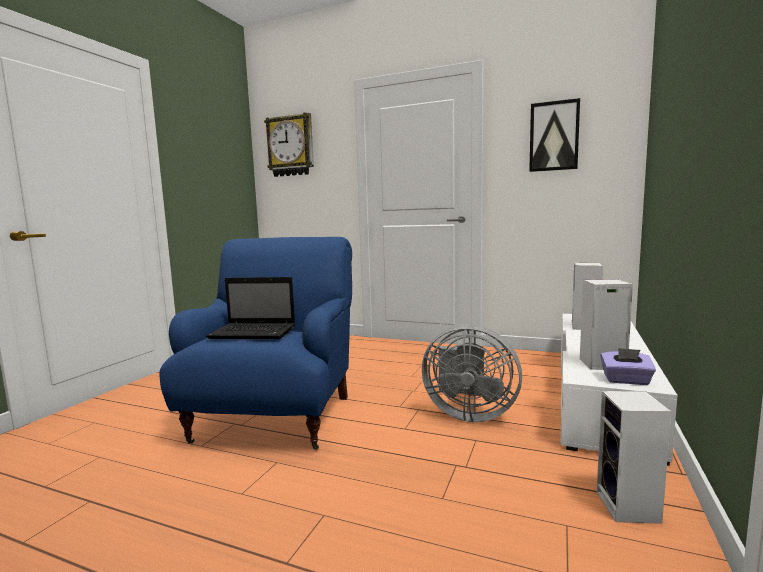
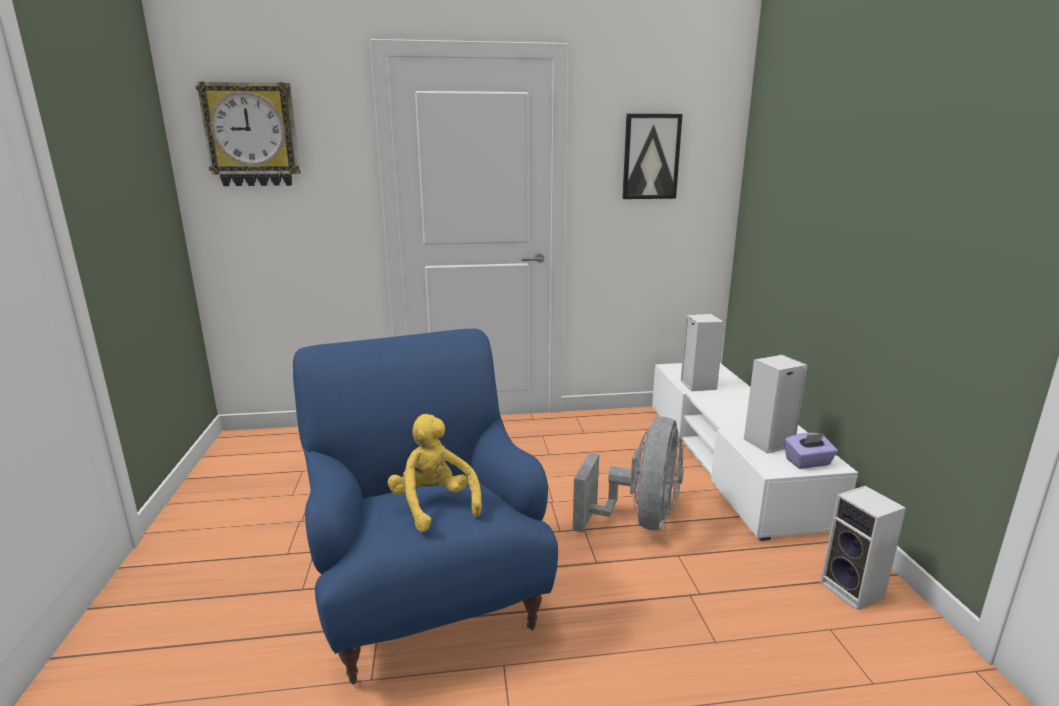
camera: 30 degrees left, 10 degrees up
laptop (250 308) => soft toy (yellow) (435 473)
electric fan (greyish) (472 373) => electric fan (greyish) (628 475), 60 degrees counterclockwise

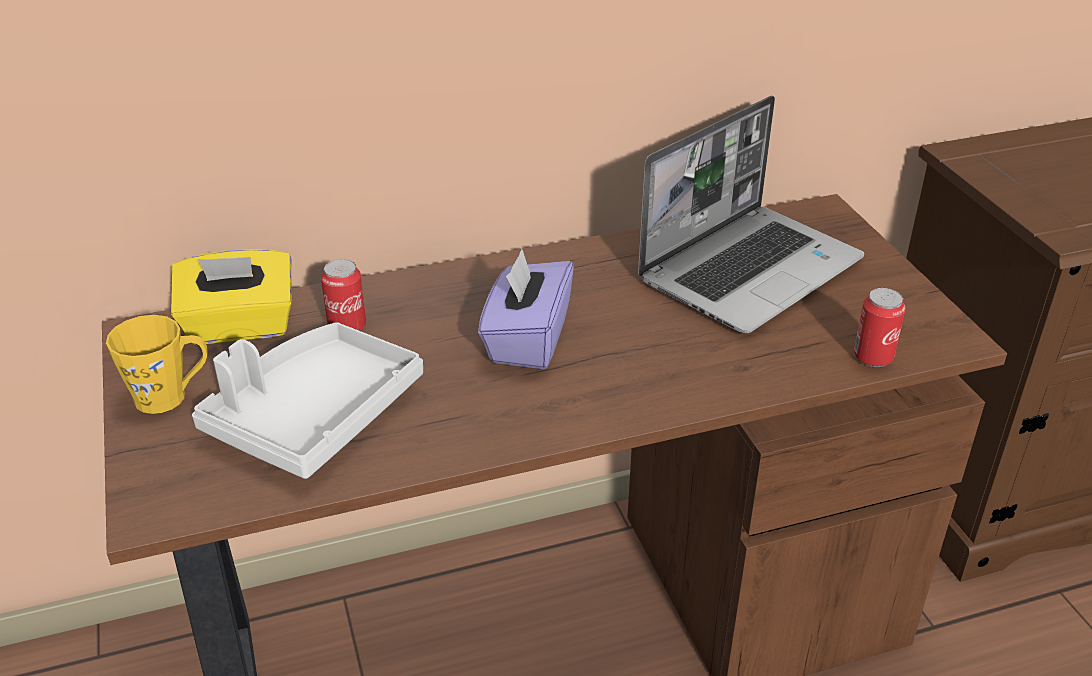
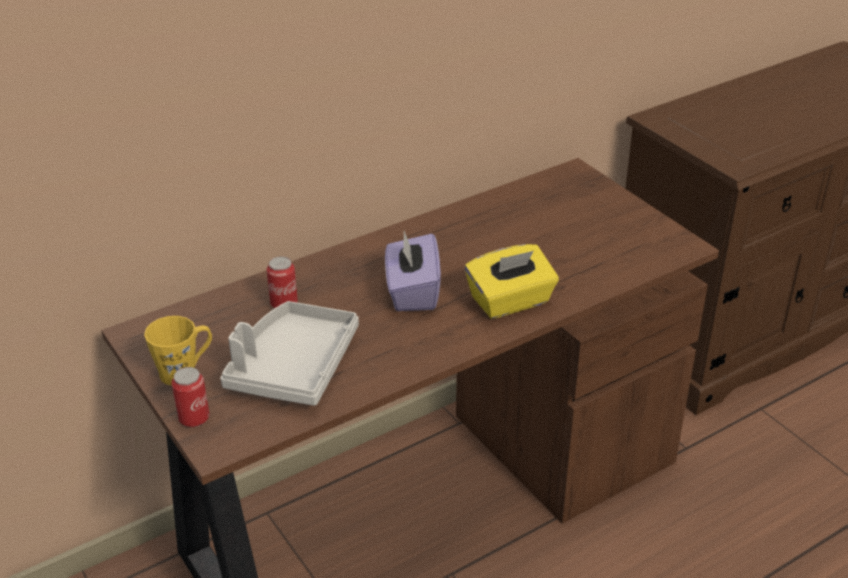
camera: 15 degrees left, 0 degrees up
laptop (751 214) => nothing
tissue holder (yellow) (231 296) => tissue holder (yellow) (512 281), move
can (880 327) => can (190 397), move

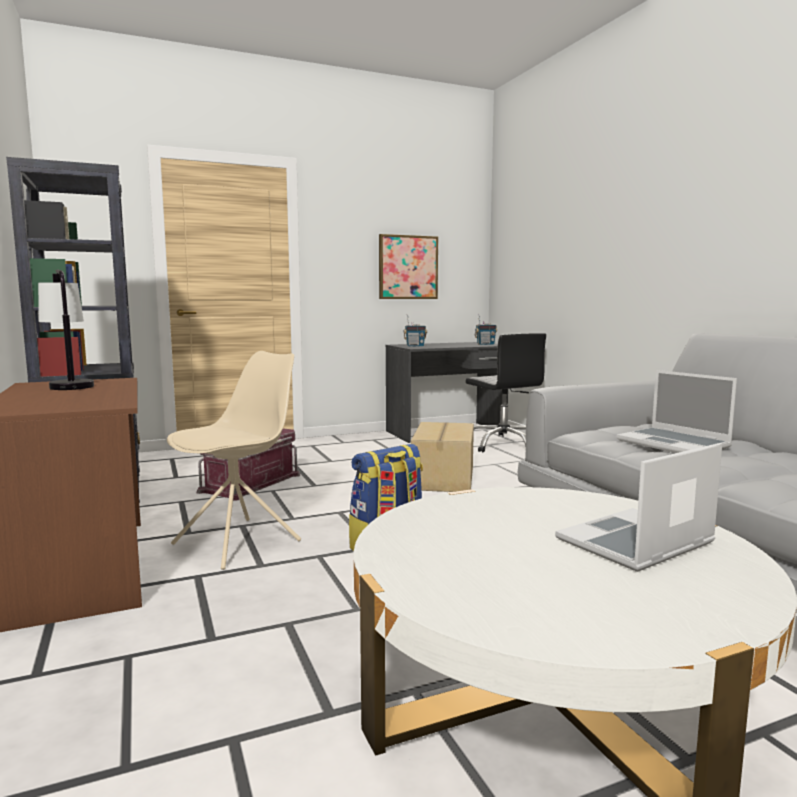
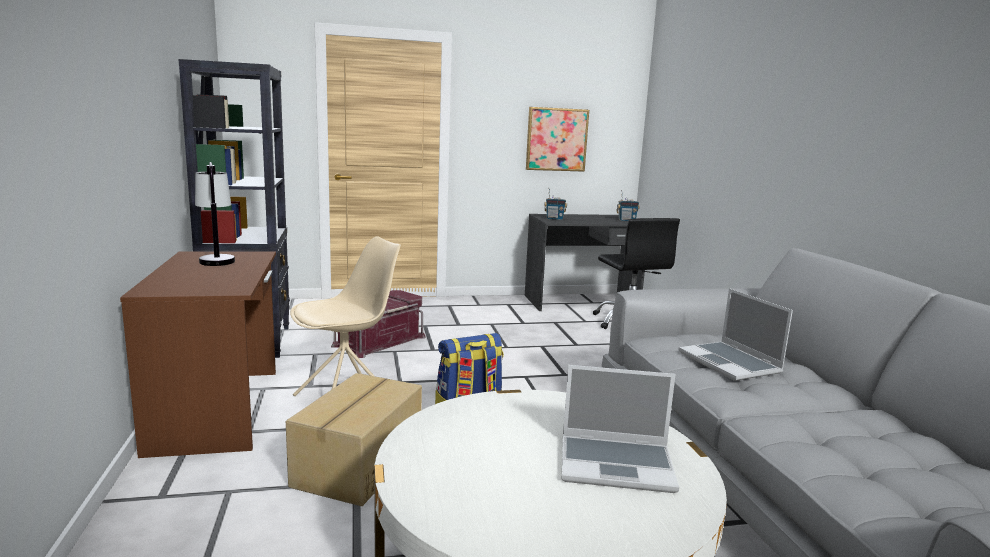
camera: 10 degrees right, 5 degrees up
cardboard box (442 457) => cardboard box (354 439), move
laptop (638 507) => laptop (620 429), 150 degrees counterclockwise

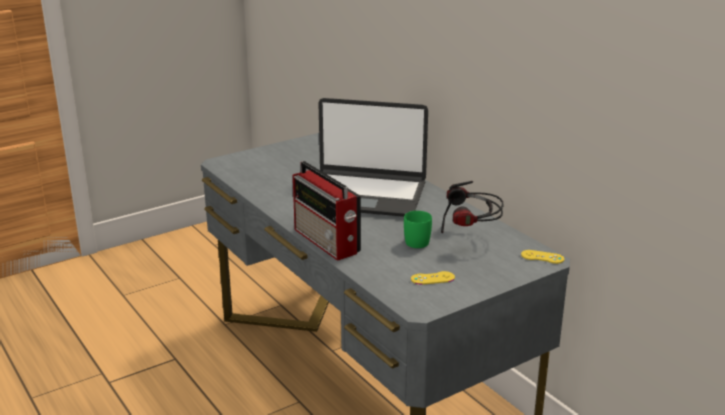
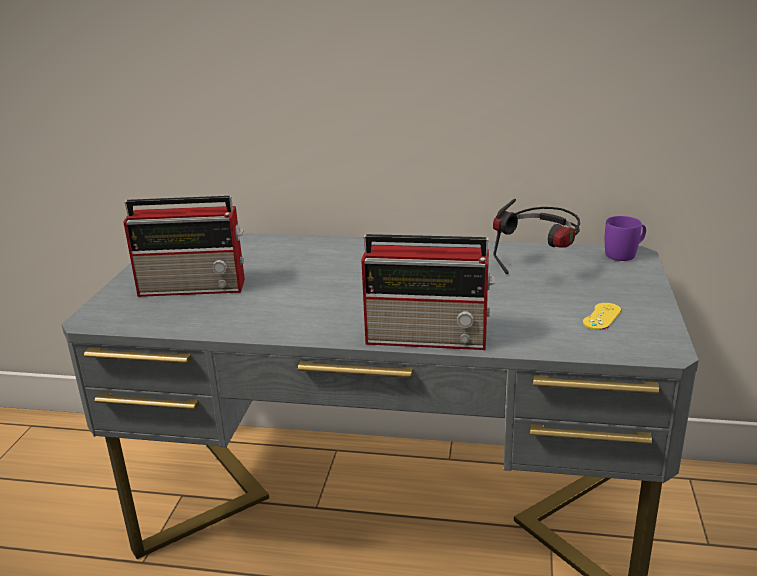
camera: 45 degrees left, 0 degrees up
laptop (373 157) => nothing
coffee mug (green) (418 229) => nothing
nothing => radio receiver (184 246)
joypad (yellow) (542 257) => coffee mug (purple) (625 238)

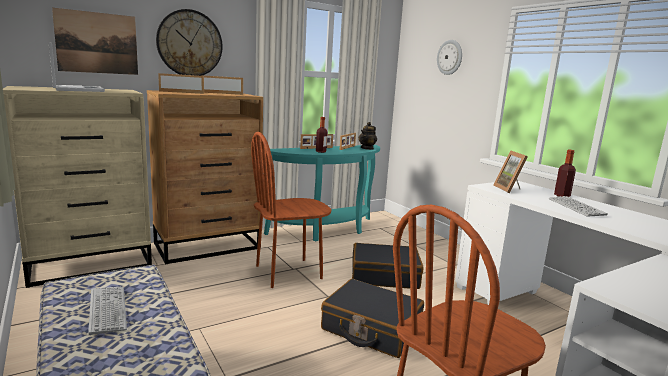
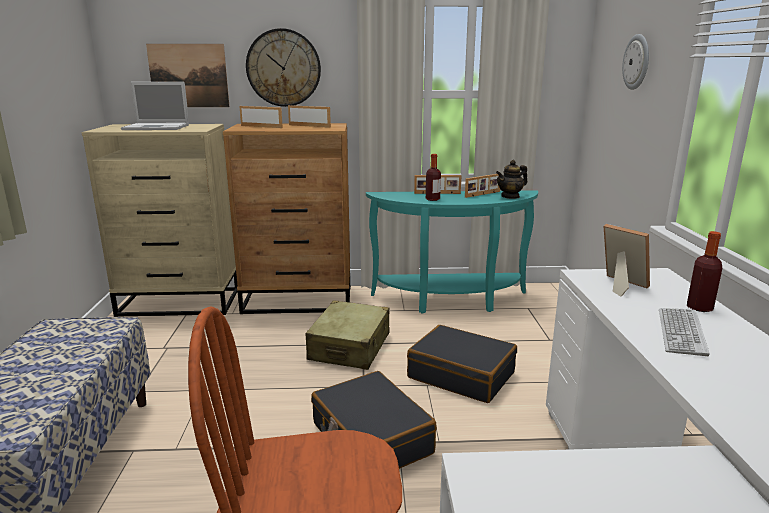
camera: 30 degrees right, 5 degrees up
computer keyboard (107 311) => nothing
chair (brown-coloured) (291 210) => travel case (beige-coloured) (348 335)
laptop (77 67) => laptop (155 106), 90 degrees clockwise
photo frame (511 171) => photo frame (627 260), 120 degrees clockwise

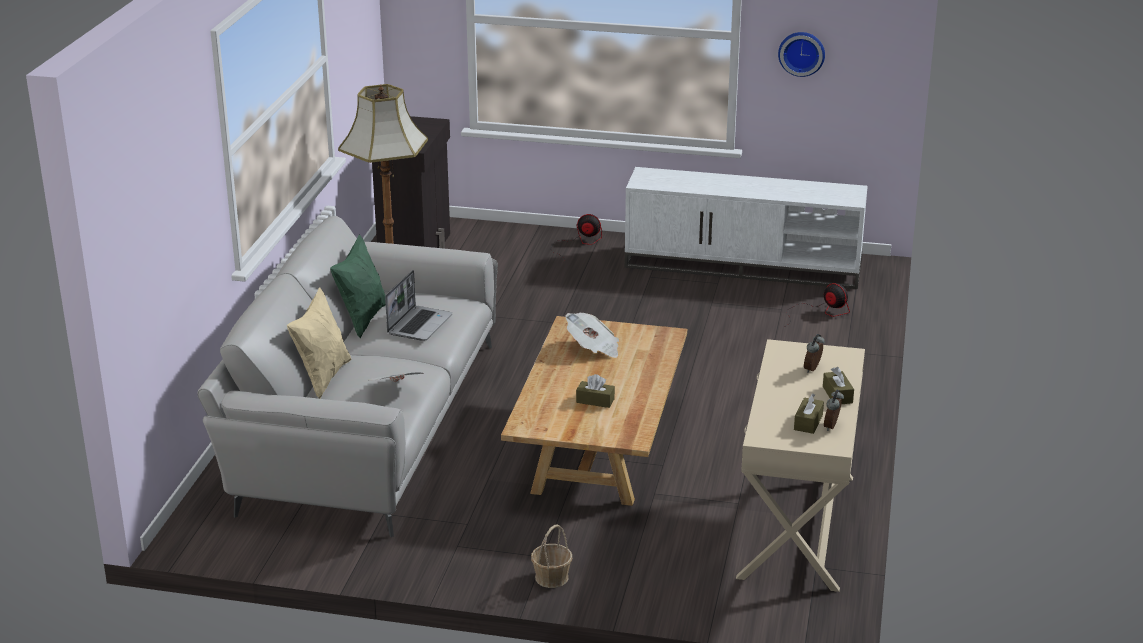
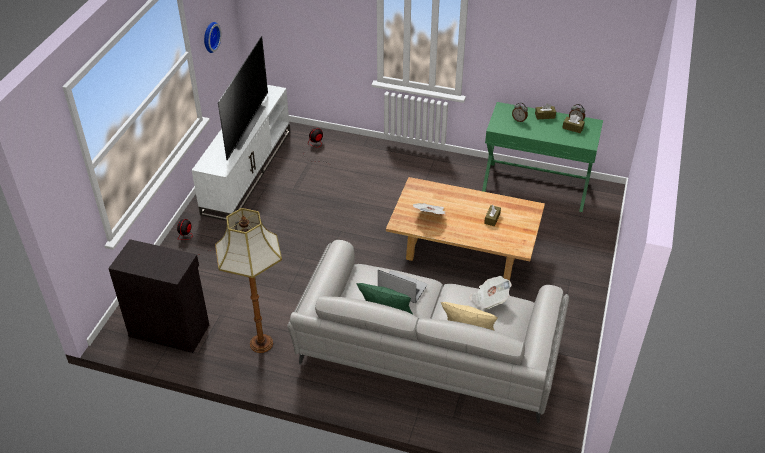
camera: 85 degrees left, 15 degrees up
basket (551 556) => nothing
nothing => television (243 98)
narrow table (beige-coloured) (800 465) => narrow table (green) (542 157)

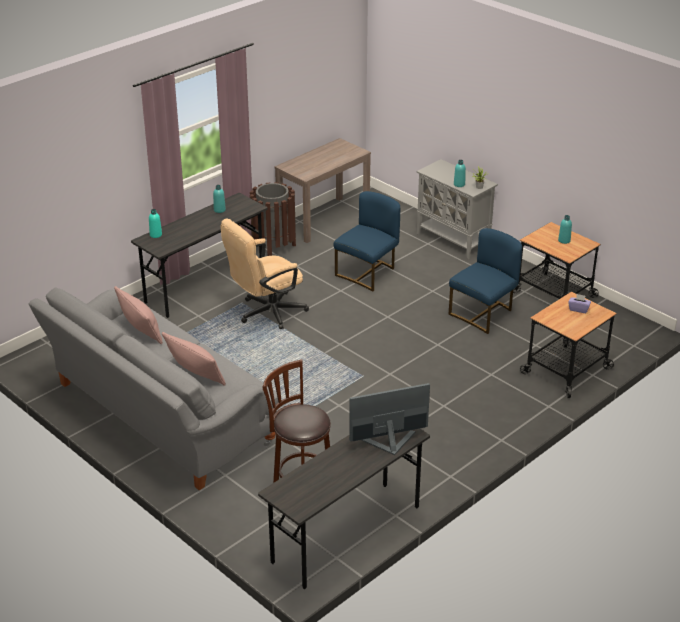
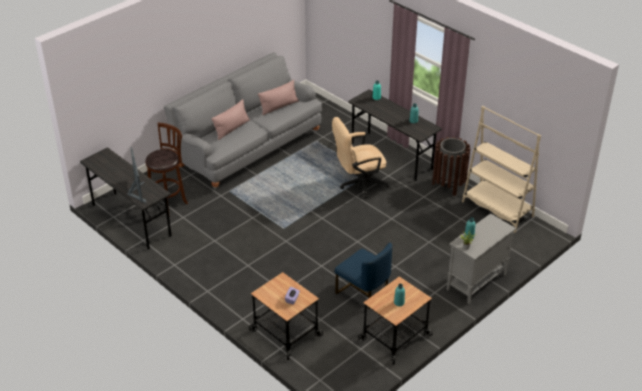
camera: 90 degrees right, 5 degrees up
chair (blue) (367 241) => nothing
narrow table (brown-coloured) (323 190) => shelving unit (beige-coloured) (501 169)
computer chair (beige-coloured) (265 274) => computer chair (beige-coloured) (361 157), 75 degrees counterclockwise

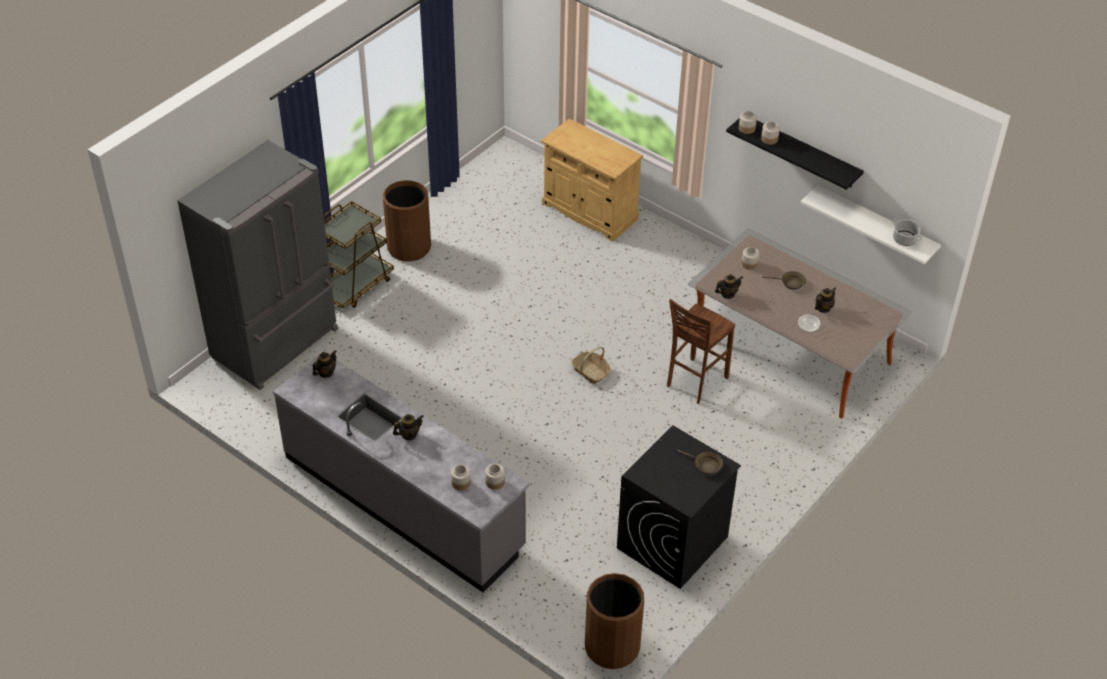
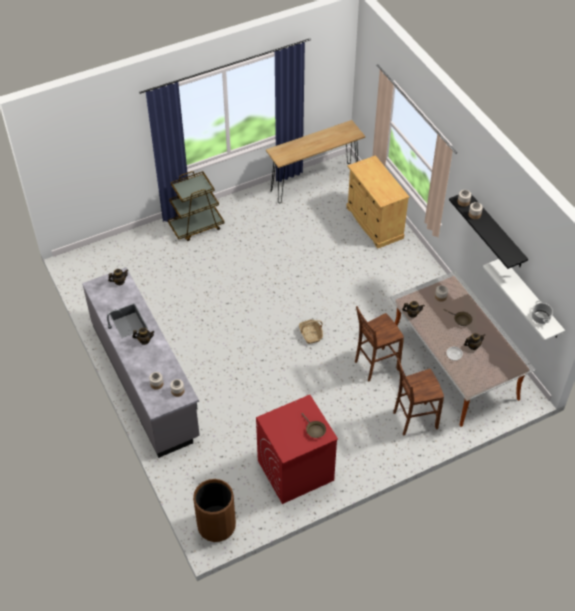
camera: 25 degrees right, 5 degrees up
refrigerator (greyish) (257 265) => nothing
rubbish bin (brown-coloured) (407 220) => nothing
nothing => narrow table (brown-coloured) (315 162)
nothing => sitting stool (brown-coloured) (418 397)
laundry appliance (black-coloured) (679 507) => laundry appliance (red-coloured) (297 449)

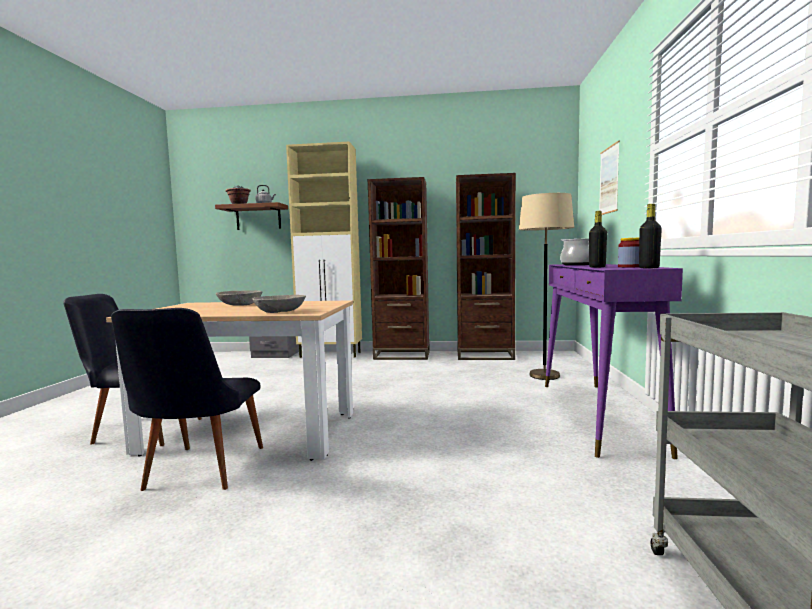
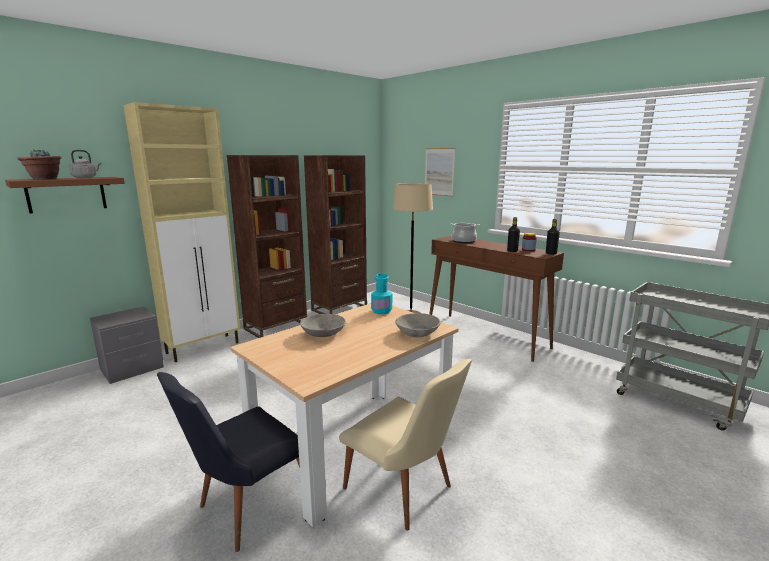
camera: 50 degrees left, 10 degrees up
nothing => beverage bottle (turquoise) (381 294)
chair (black-coloured) (187 399) => chair (beige-coloured) (405 445)
narrow table (purple) (614 361) => narrow table (brown-coloured) (496 299)

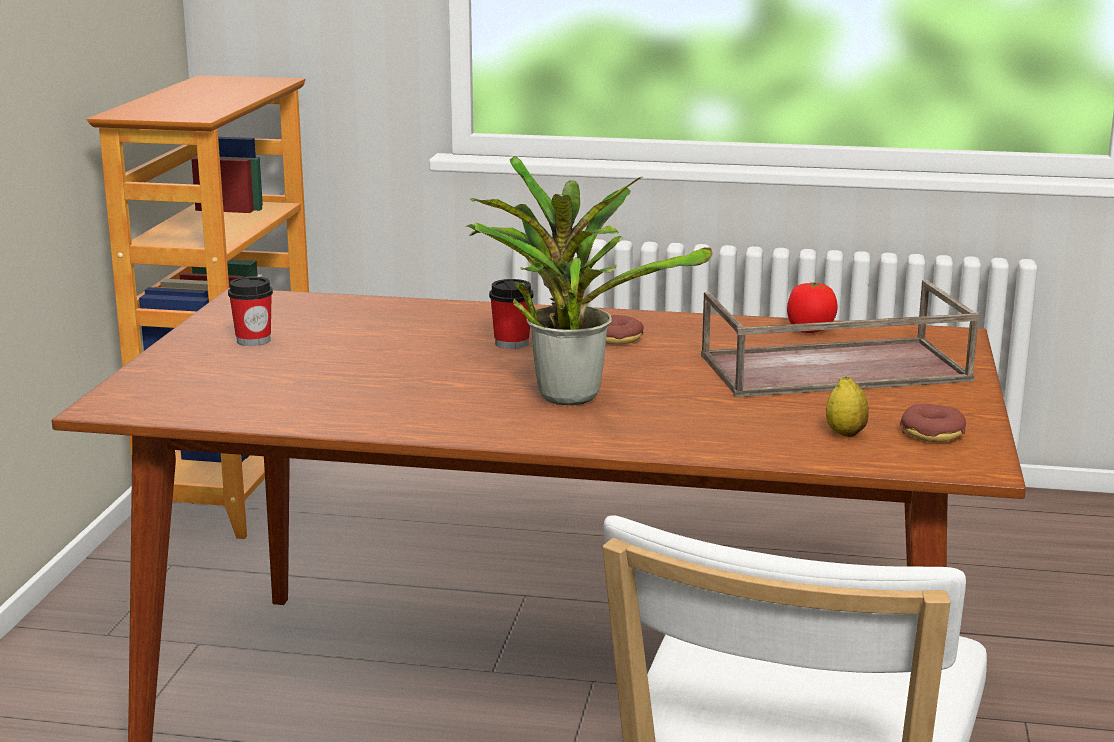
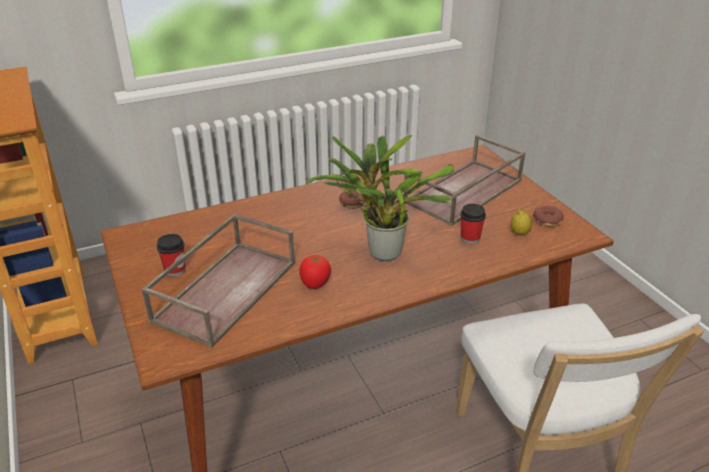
camera: 35 degrees left, 15 degrees up
nothing => tray (brown-coloured) (218 281)
small cup (511 314) => small cup (473 224), move
whole tomato (812 307) => whole tomato (315 272), move

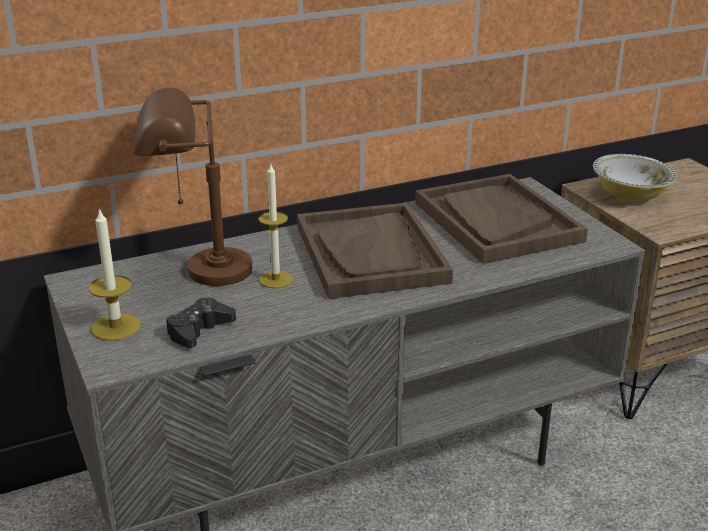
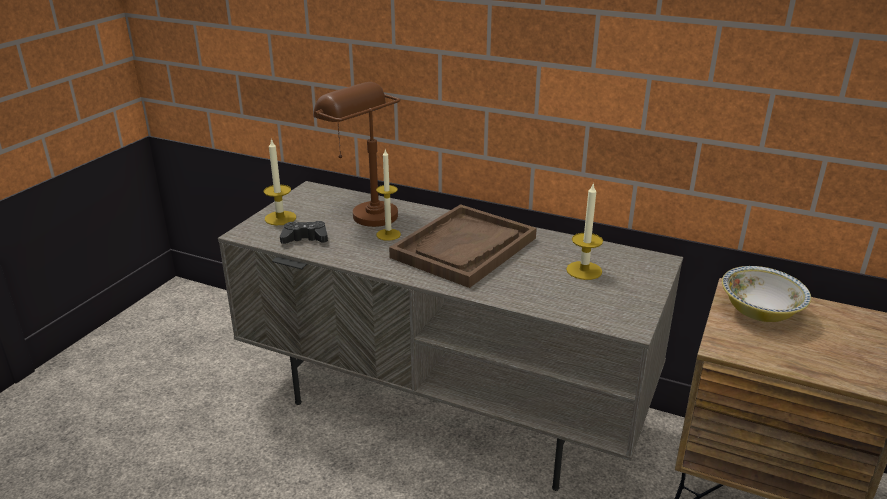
camera: 50 degrees right, 0 degrees up
tray (brown-coloured) (501 219) => wax candle (584 231)

